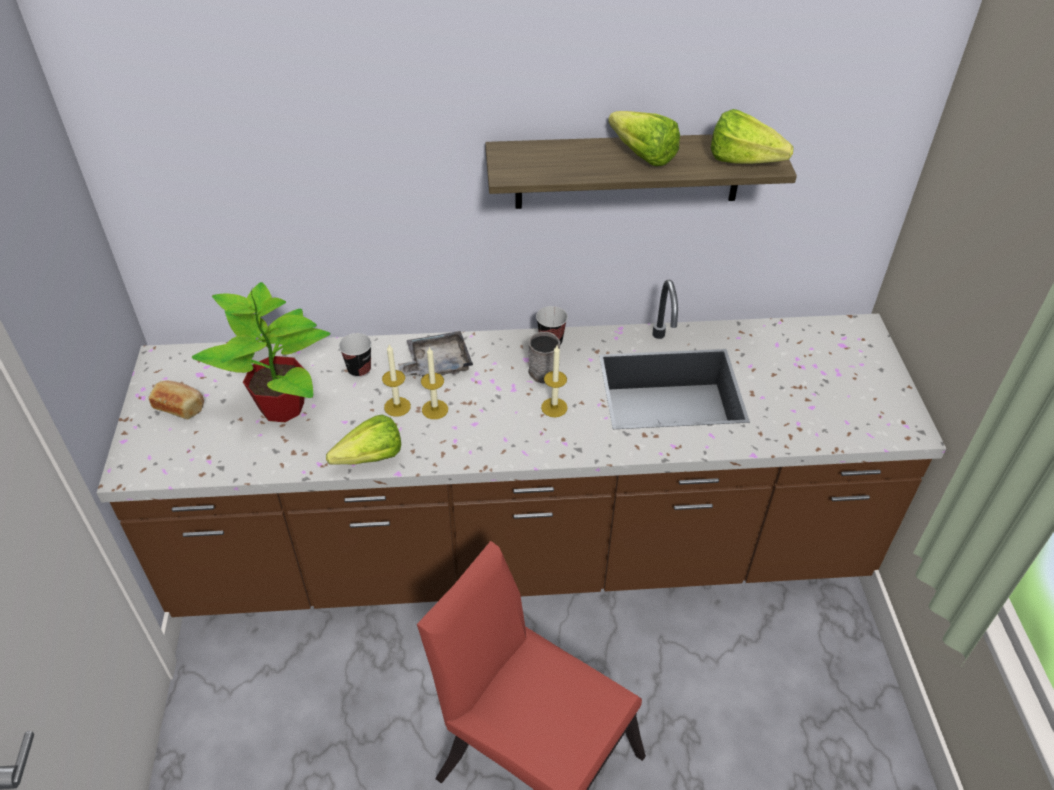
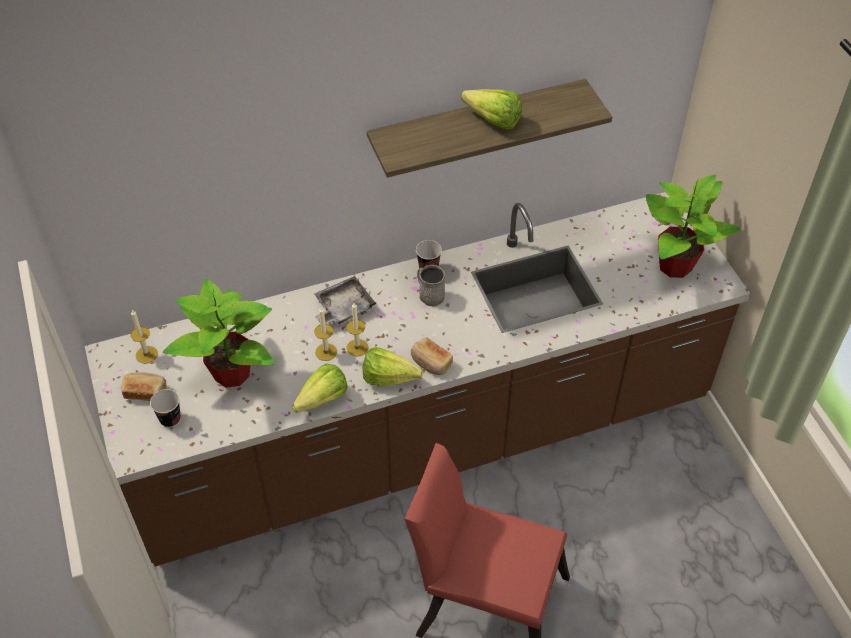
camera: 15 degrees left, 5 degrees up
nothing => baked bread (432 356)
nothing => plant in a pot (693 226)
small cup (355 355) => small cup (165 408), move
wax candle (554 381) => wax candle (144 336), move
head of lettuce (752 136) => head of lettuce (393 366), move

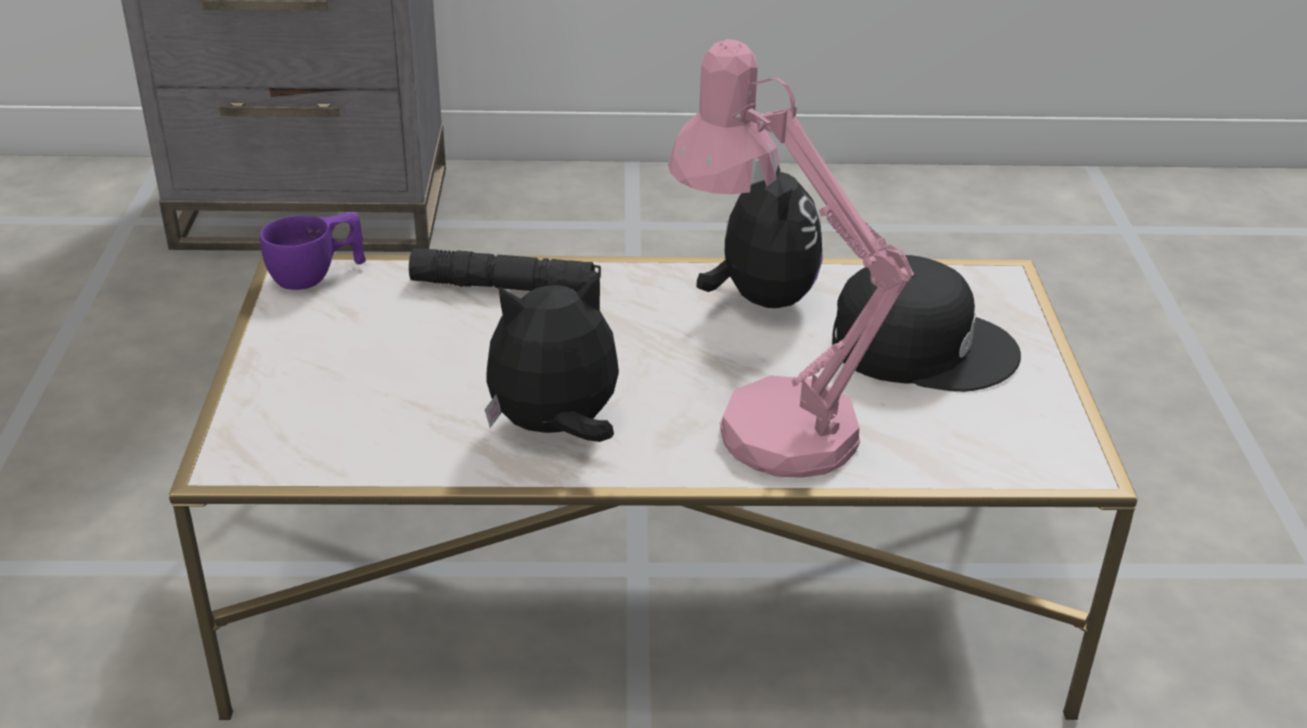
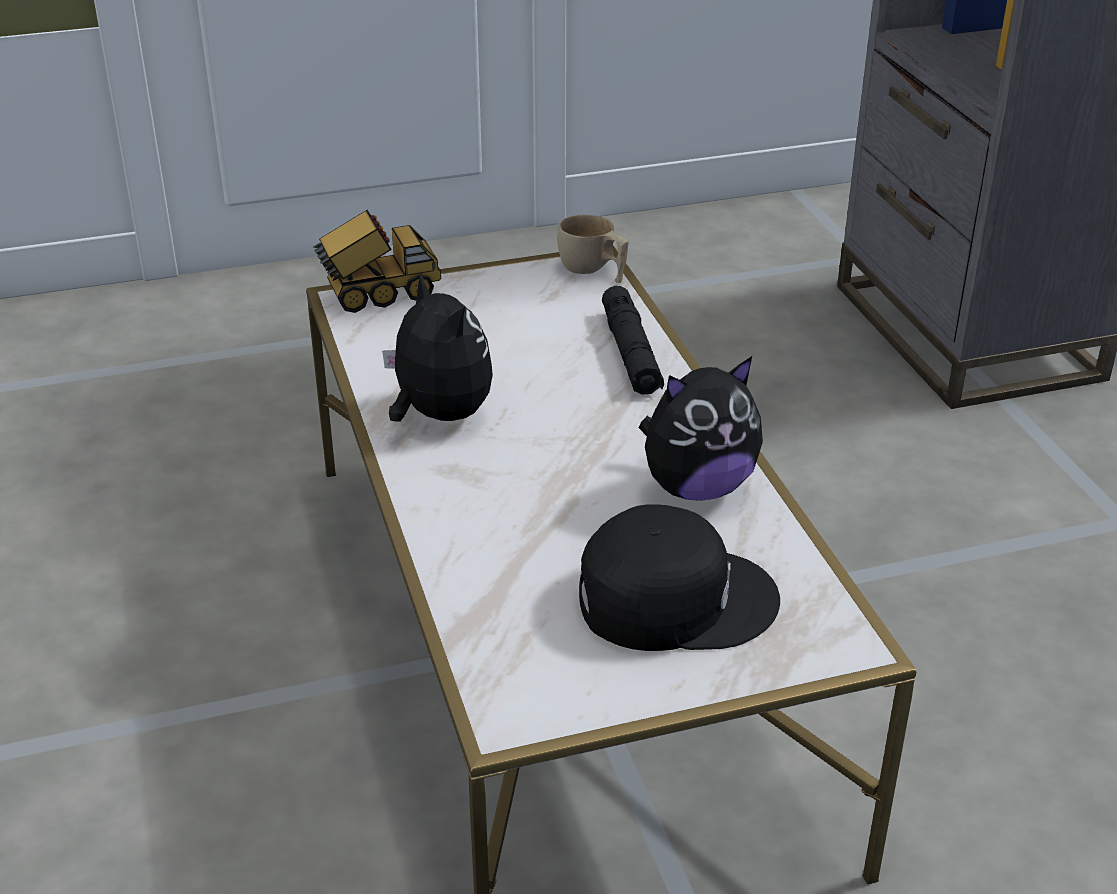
camera: 75 degrees right, 0 degrees up
lamp for a table (pink) (791 258) => nothing
nothing => toy lorry (377 261)
small cup (purple) (313 251) => small cup (beige-coloured) (593 249)
cap (black-coloured) (926 323) => cap (black-coloured) (679 577), 90 degrees counterclockwise

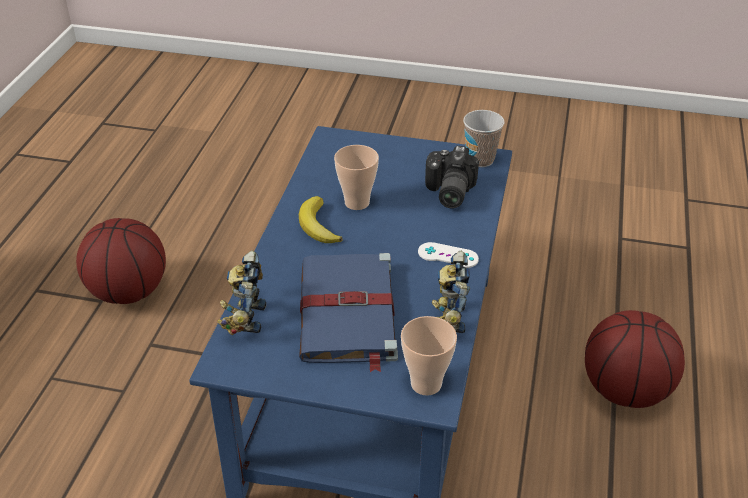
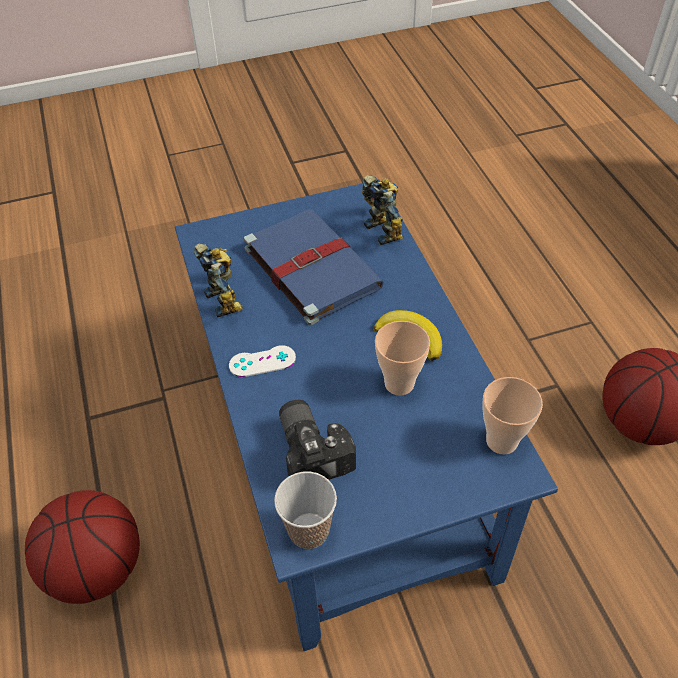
camera: 150 degrees right, 10 degrees up
small cup (429 356) => small cup (512 415), move

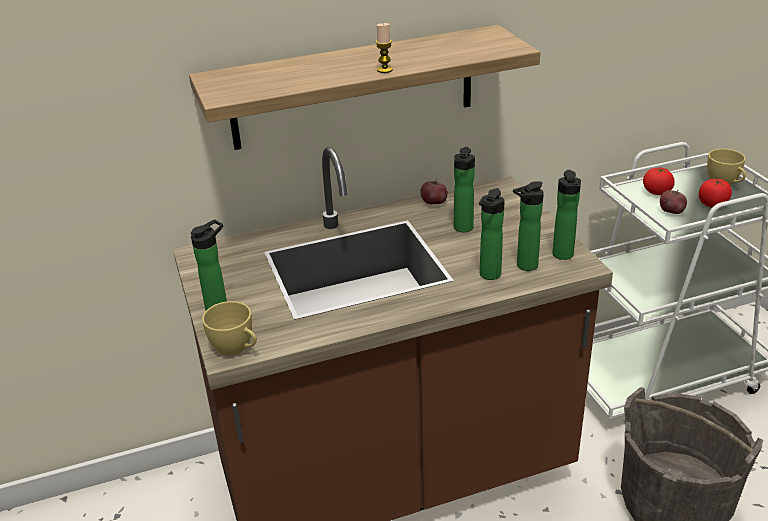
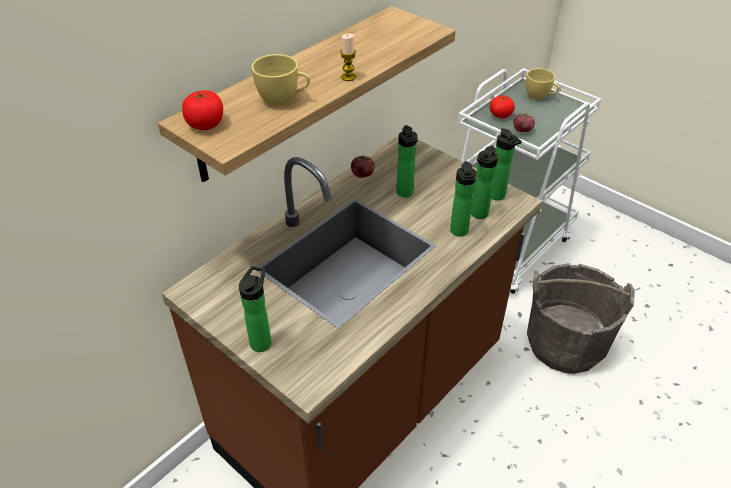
camera: 30 degrees left, 10 degrees up
small cup (yellow) (229 328) => small cup (yellow) (280 80), move
whole tomato (715 193) => whole tomato (202 110), move

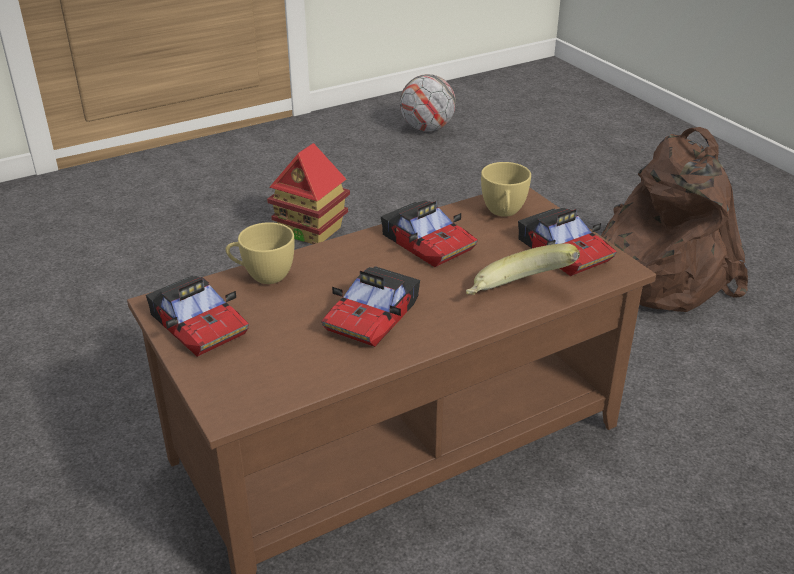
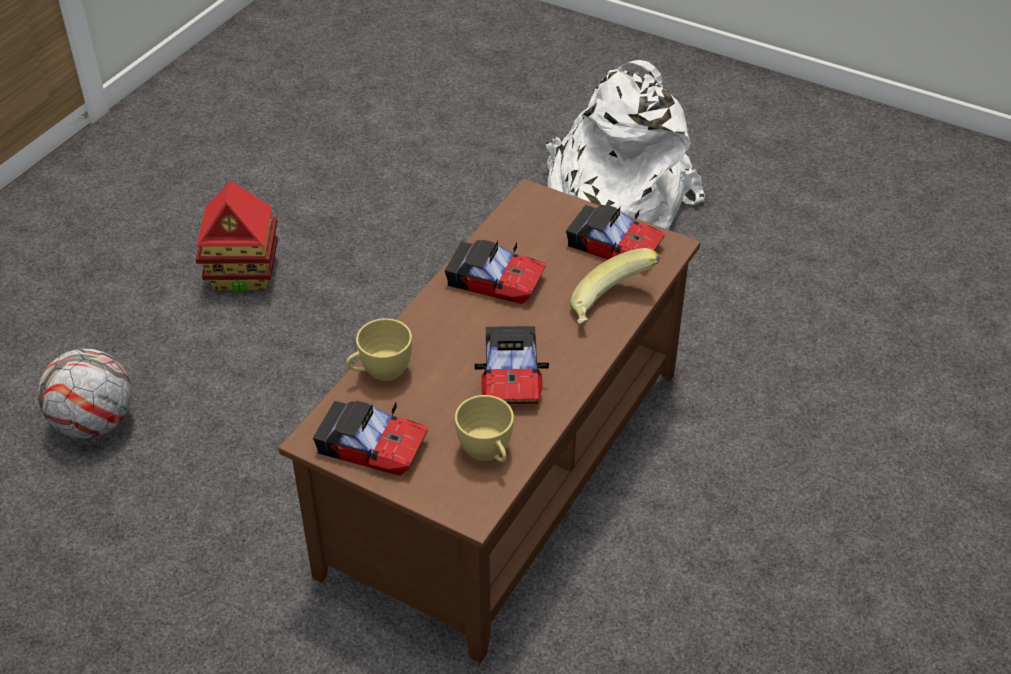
camera: 30 degrees left, 10 degrees up
football ball (428 102) => football ball (85 393), move
small cup (yellow) (506 189) => small cup (yellow) (484 428), move
knapsack (brown-coloured) (674 219) => knapsack (whitish) (625 145)

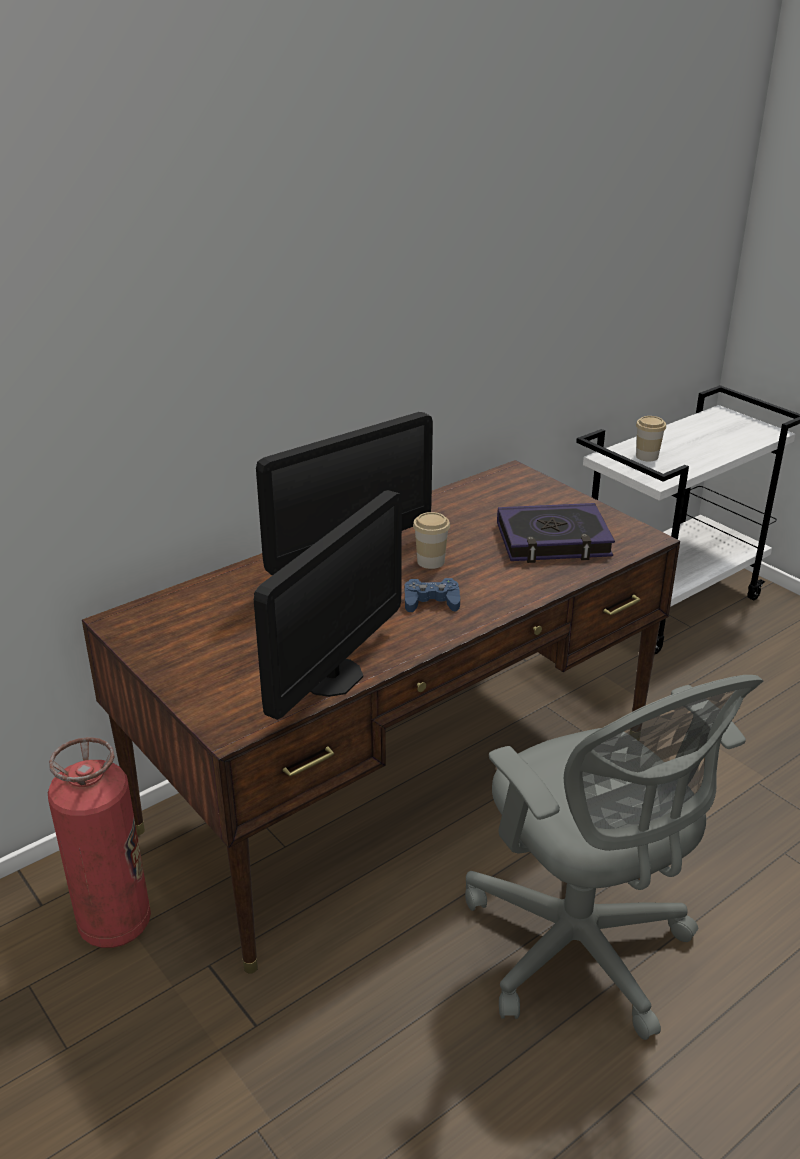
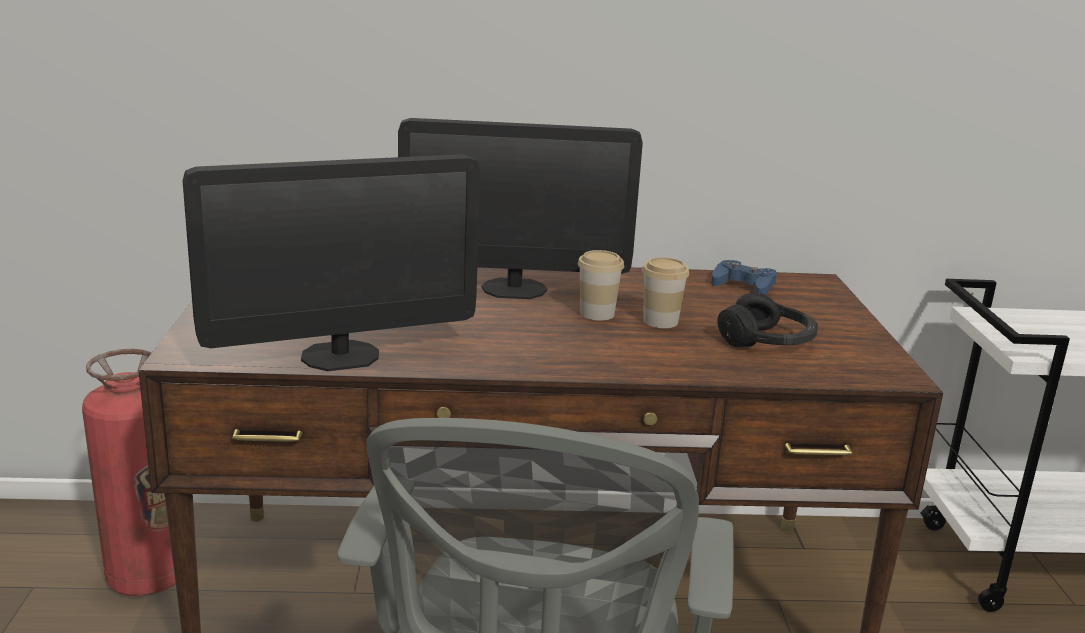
camera: 35 degrees right, 10 degrees down
joypad (blue) (432 595) => joypad (blue) (744 277), move
small cup (651 439) => small cup (665 292), move
book (556 533) => headphones (black-coloured) (767 320)

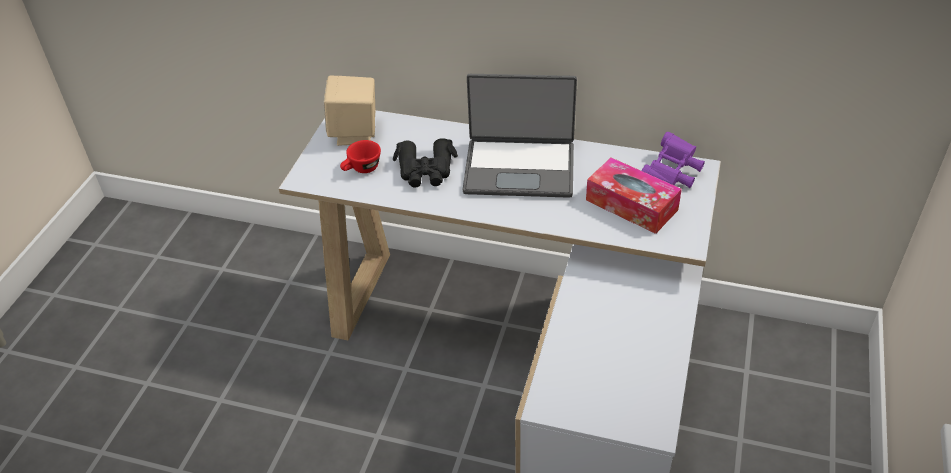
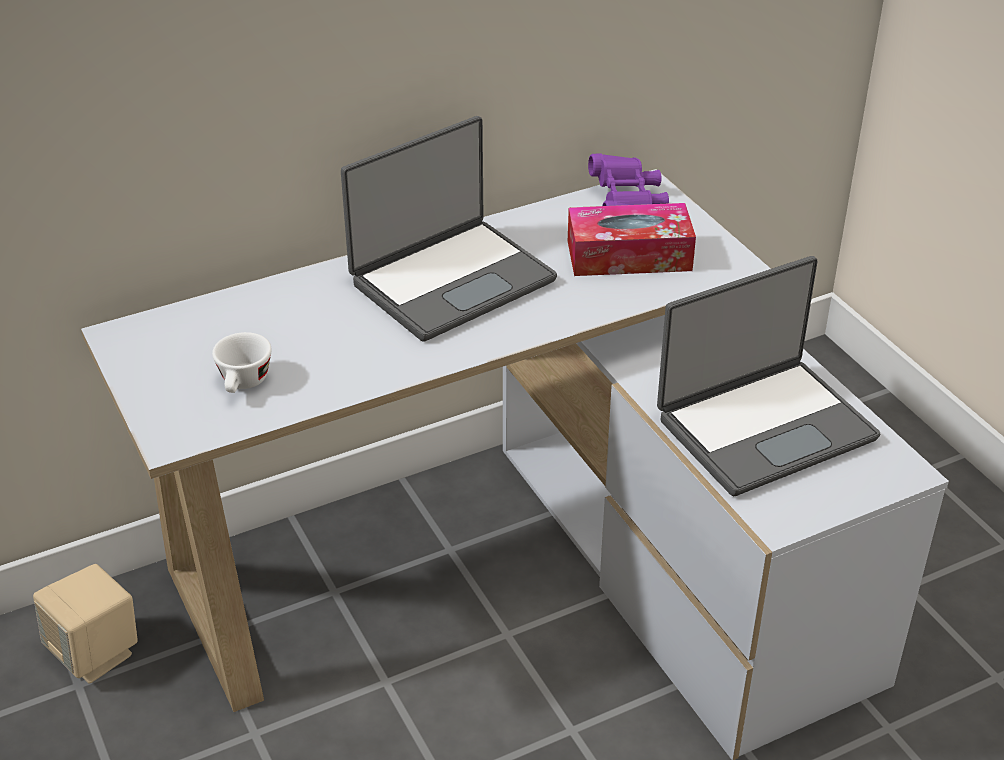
camera: 45 degrees left, 5 degrees down
binoculars (black-coloured) (425 163) => nothing
nothing => laptop (768 376)
loudspeaker (beige-coloured) (349 111) => loudspeaker (beige-coloured) (85 624), move
small cup (red-coloured) (360 156) => small cup (whitish) (241 362)

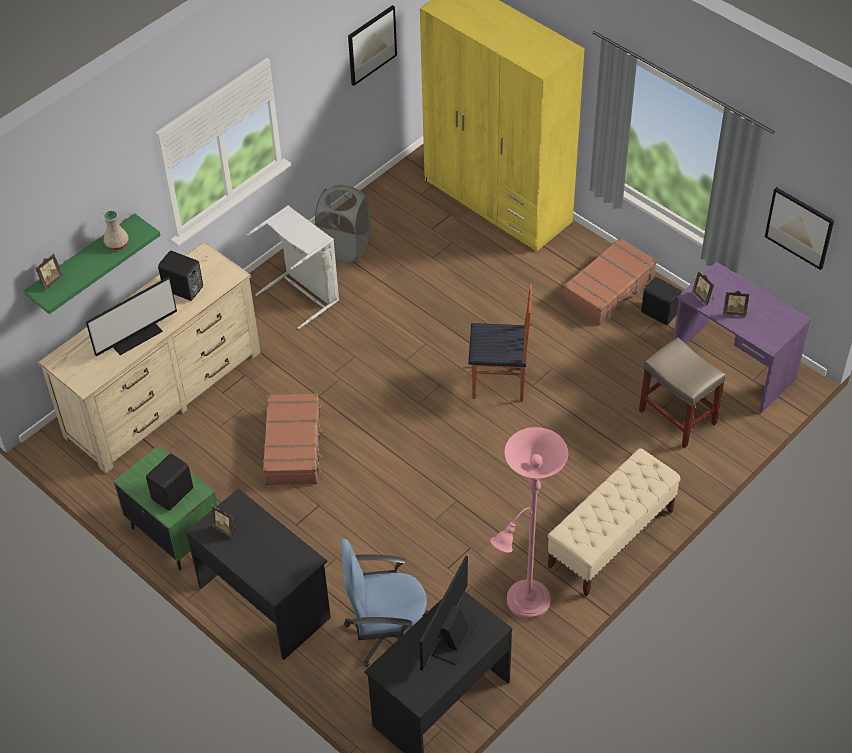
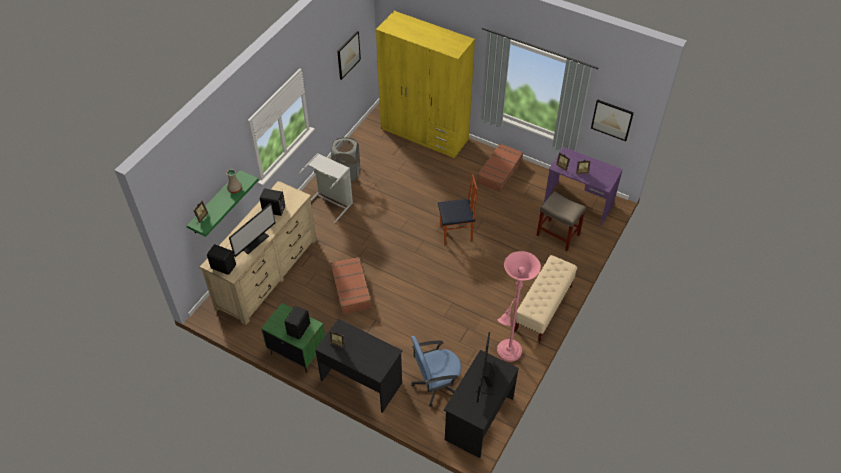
camera: 15 degrees left, 0 degrees up
loudspeaker (black-coloured) (661 301) => loudspeaker (black-coloured) (221 259), move

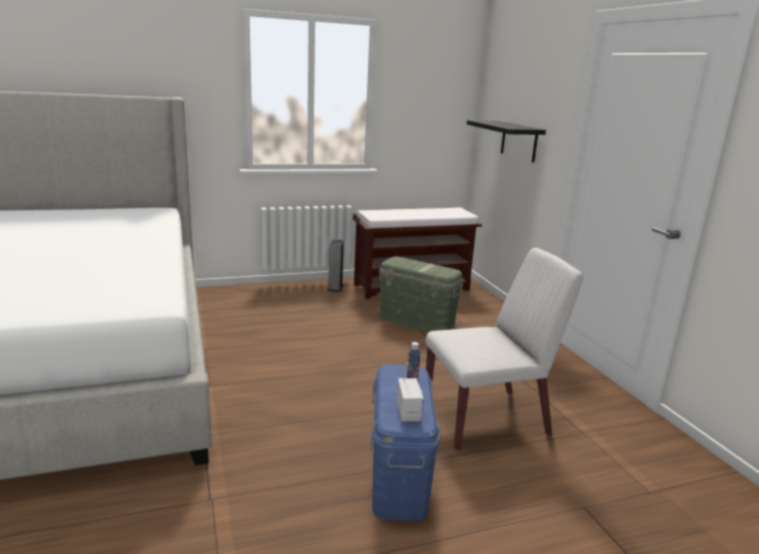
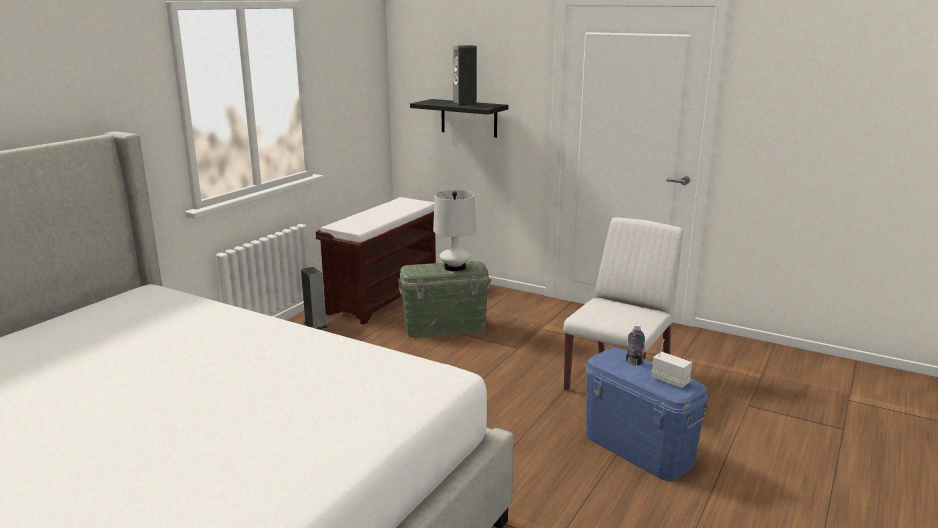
camera: 40 degrees left, 0 degrees up
nothing => lamp for a table (whitish) (455 230)
nothing => loudspeaker (465 75)

